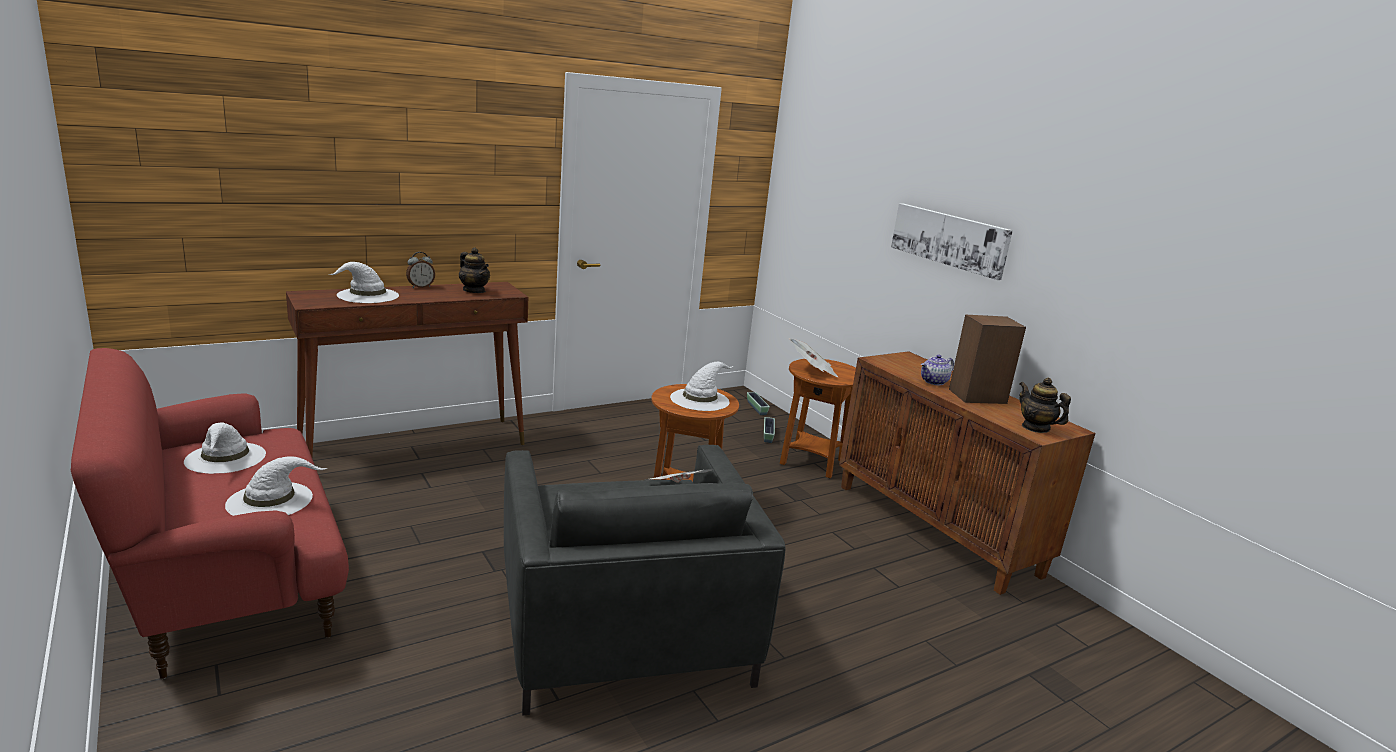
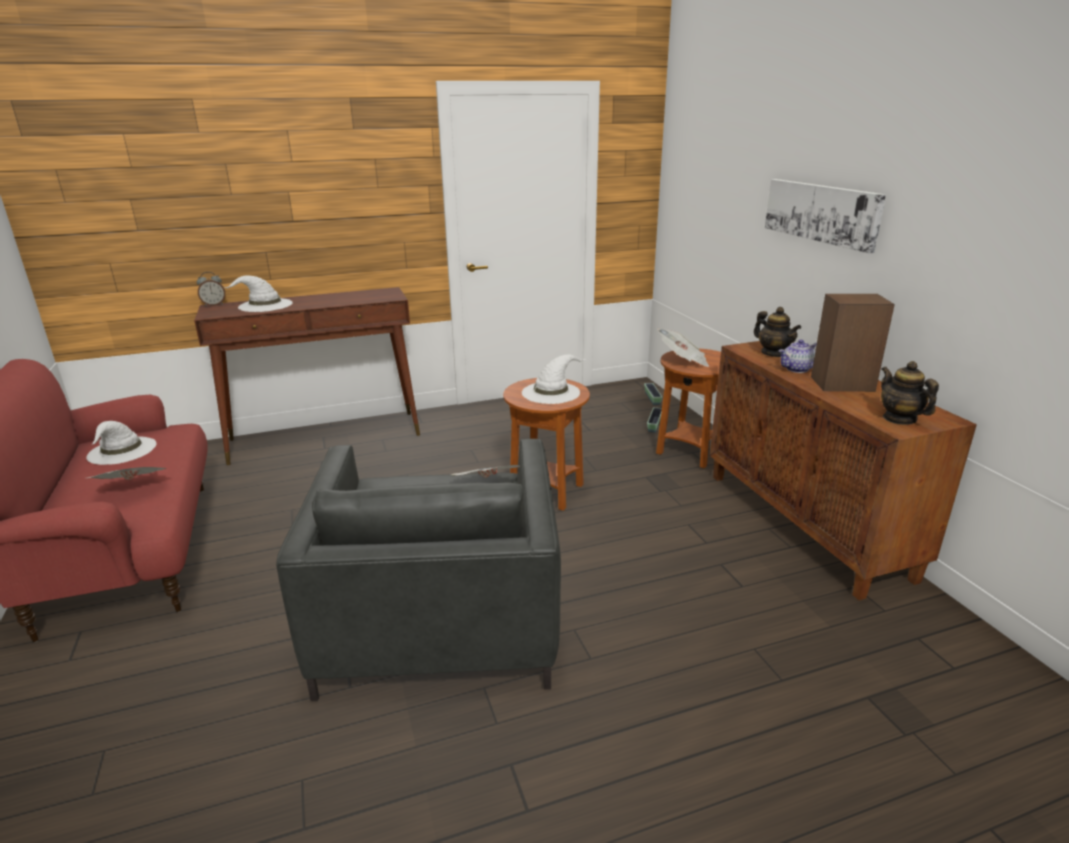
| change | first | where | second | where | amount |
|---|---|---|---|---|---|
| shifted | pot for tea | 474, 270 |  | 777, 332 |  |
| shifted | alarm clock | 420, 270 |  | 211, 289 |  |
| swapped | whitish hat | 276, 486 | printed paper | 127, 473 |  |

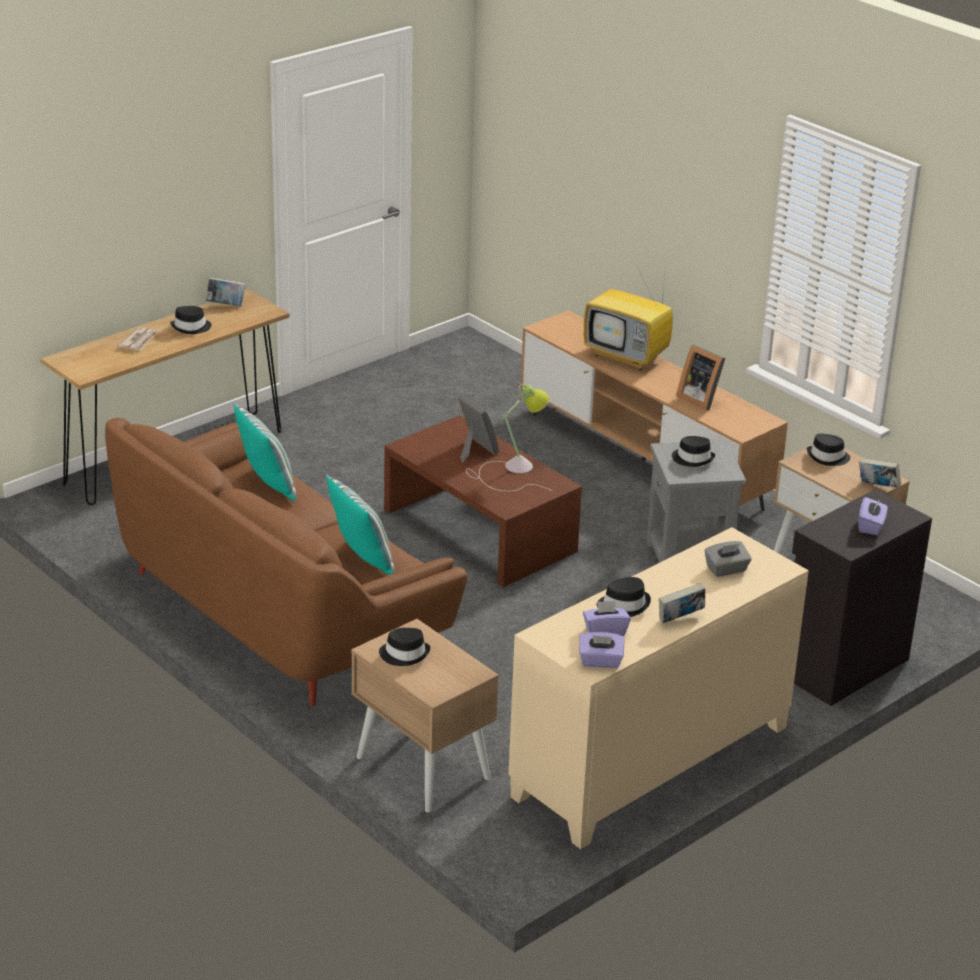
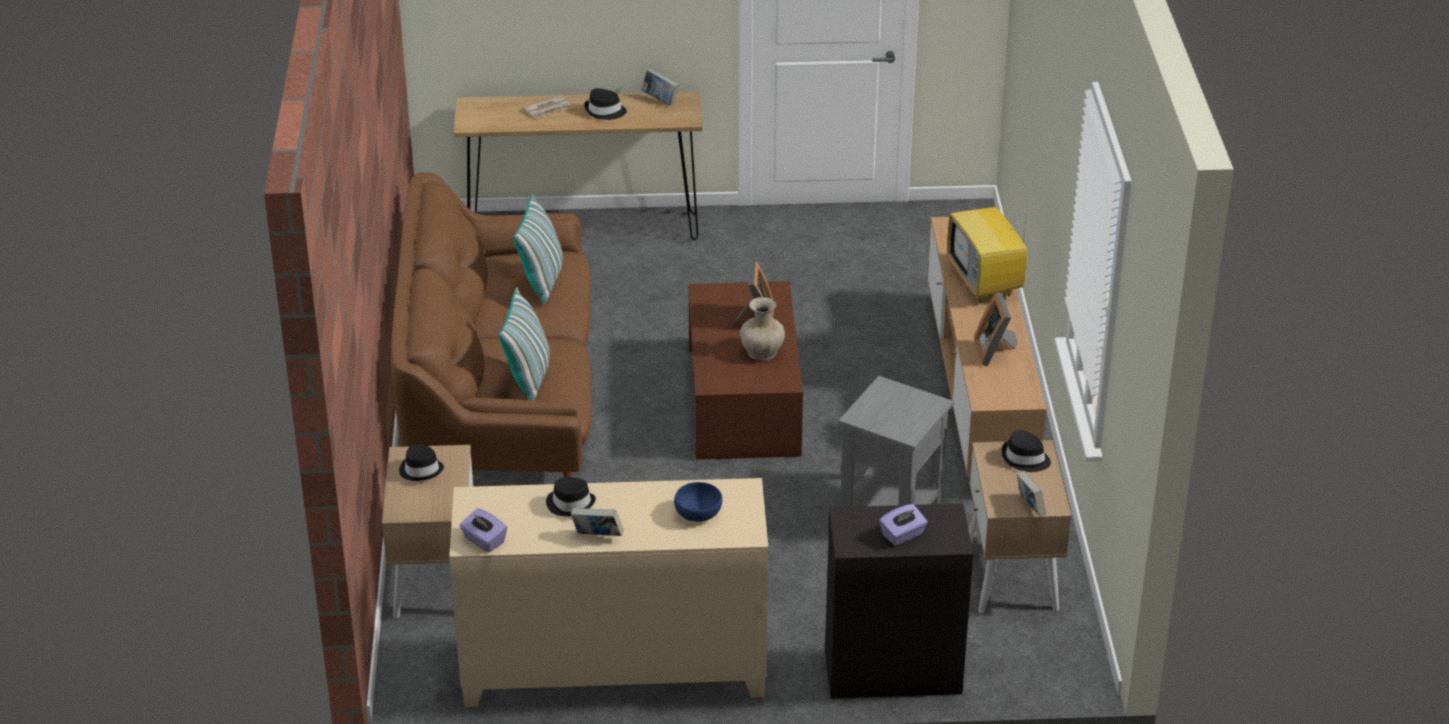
| change | first | where | second | where | amount |
|---|---|---|---|---|---|
| swapped | tabletop lamp | 509, 437 | beige-coloured decorative vase | 762, 329 |  |
| gone | black hat | 693, 451 |  |  |  |
| swapped | grey tissue box | 728, 559 | blue bowl | 698, 502 |  |
| gone | purple tissue box | 607, 618 |  |  |  |

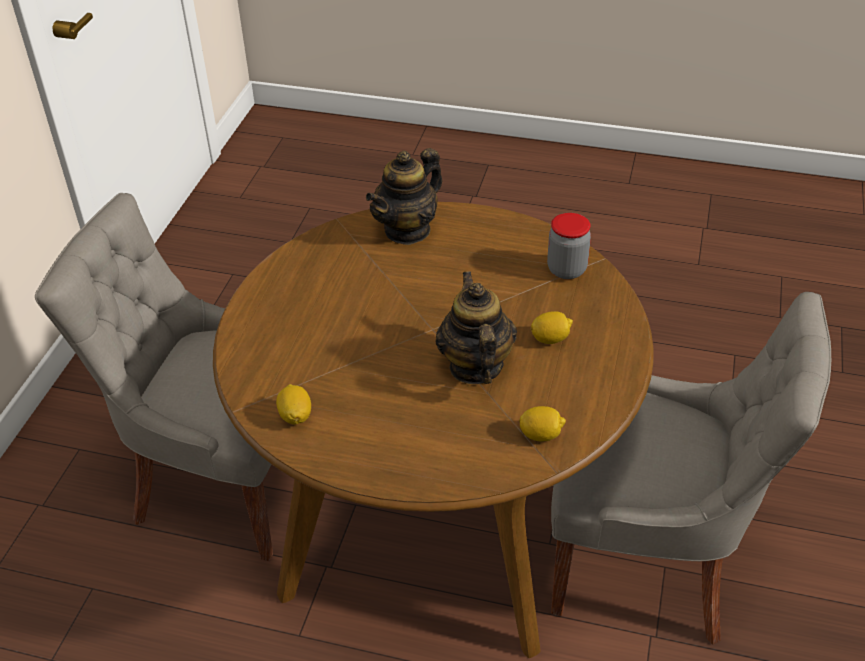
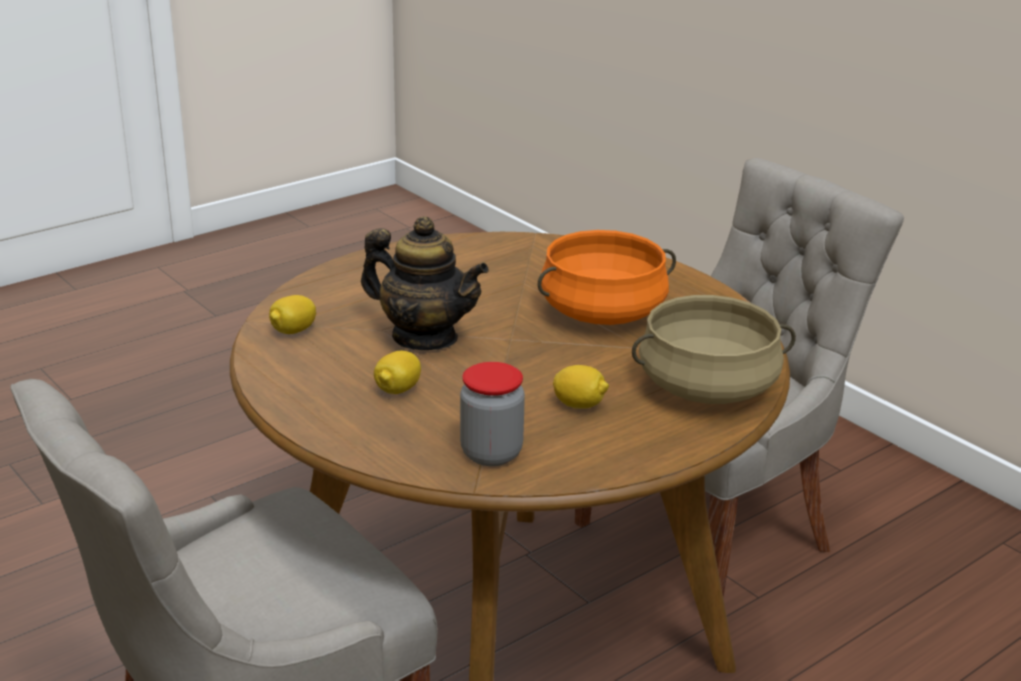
| change | first | where | second | where | amount |
|---|---|---|---|---|---|
| swapped | pot for tea | 404, 196 | beige-coloured stockpot | 714, 349 |  |
| shifted | whole lemon | 293, 404 |  | 581, 387 |  |
| new |  |  | orangey stockpot | 606, 277 |  |

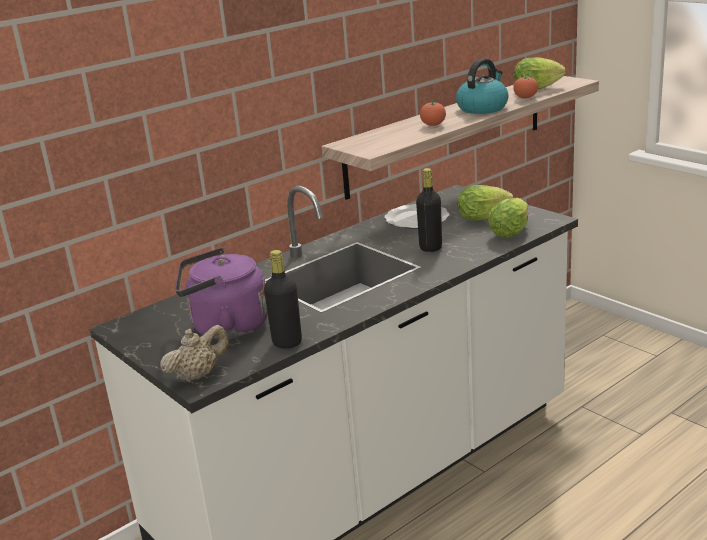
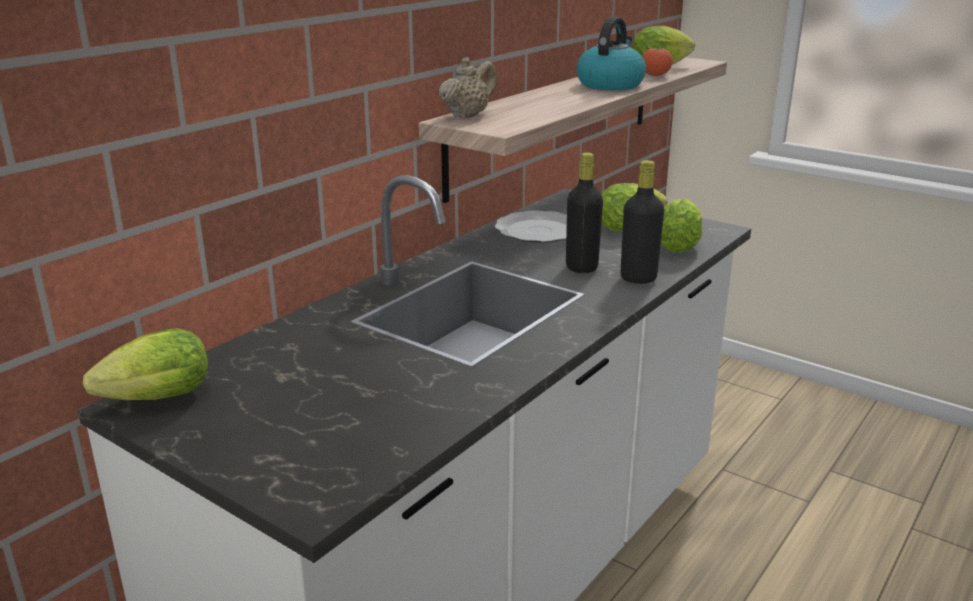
| change | first | where | second | where | amount |
|---|---|---|---|---|---|
| gone | fresh tomato | 433, 113 |  |  |  |
| gone | purple kettle | 221, 293 |  |  |  |
| shifted | black drink bottle | 283, 299 |  | 642, 222 |  |
| shifted | beige-coloured pot for tea | 194, 353 |  | 468, 87 |  |
| new |  |  | lettuce | 145, 364 |  |

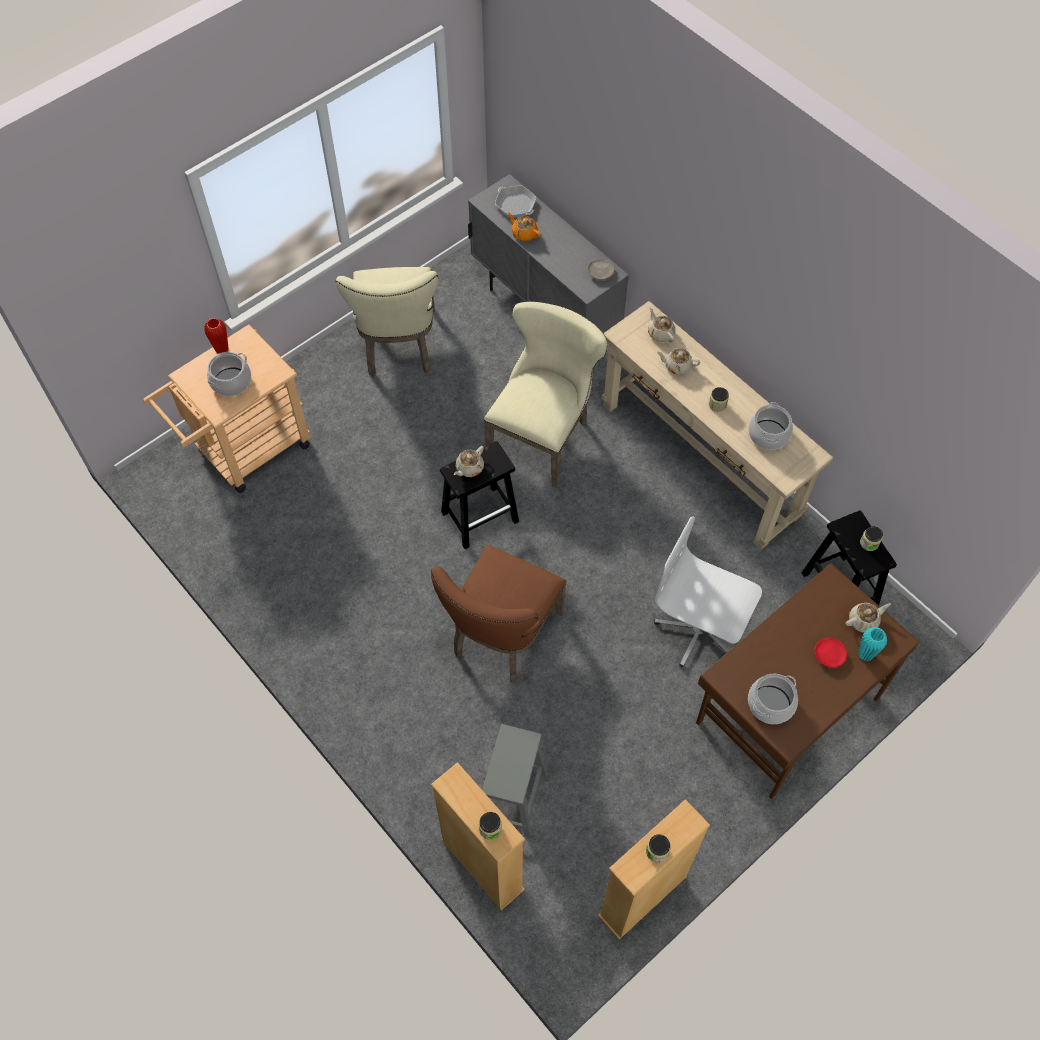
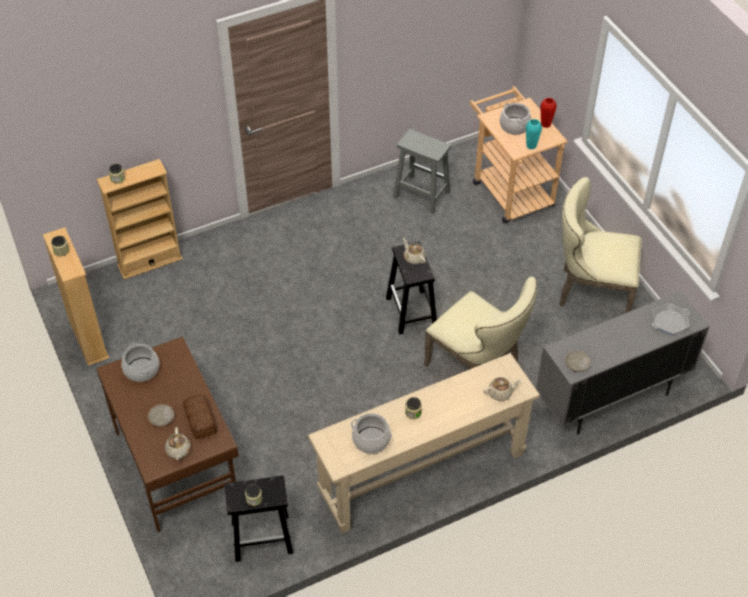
| change | first | where | second | where | amount |
|---|---|---|---|---|---|
| gone | orangey pot for tea | 524, 226 |  |  |  |
| gone | beige-coloured pot for tea | 679, 361 |  |  |  |
| gone | whitish computer chair | 708, 591 |  |  |  |
| gone | brownish chair | 498, 614 |  |  |  |
| shifted | blue-green decorative vase | 872, 644 |  | 534, 134 |  |
| repainted | reddish flat dish | 830, 653 | beige-coloured flat dish | 161, 415 |  |
| shifted | grey stool seat | 515, 781 |  | 422, 171 |  |
| new |  |  | bakery bread | 200, 416 |  |

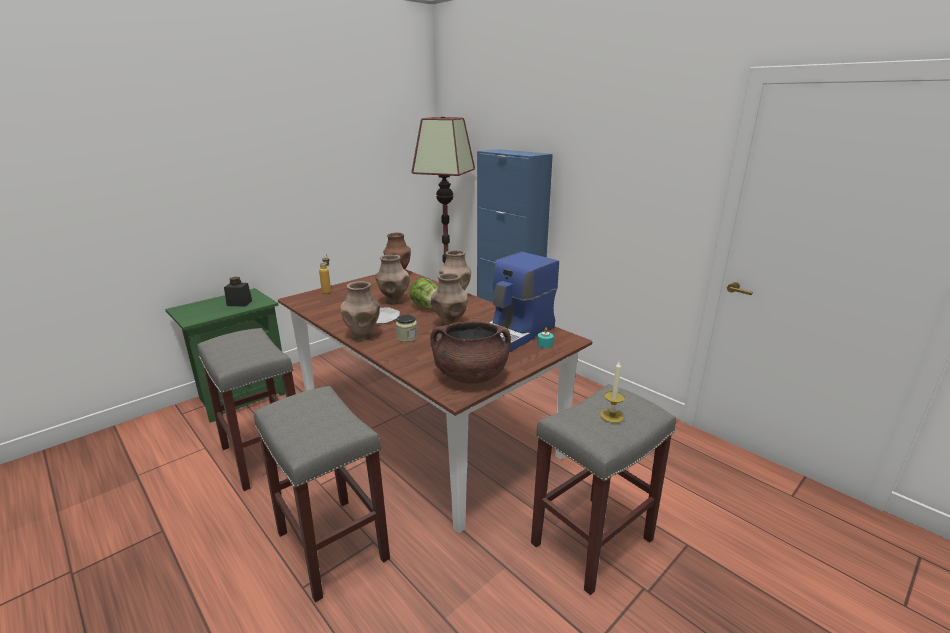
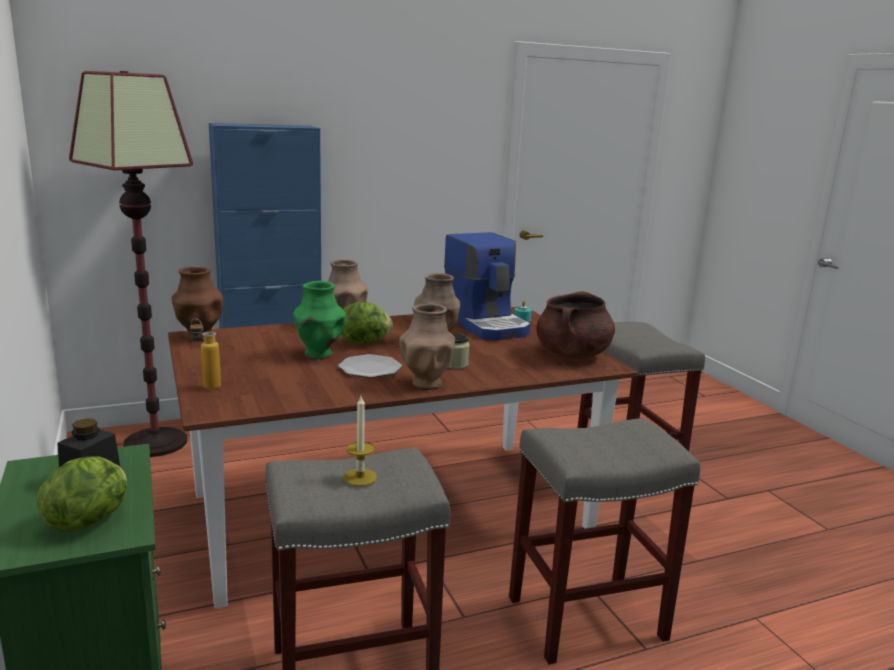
| change | first | where | second | where | amount |
|---|---|---|---|---|---|
| repainted | brownish decorative vase | 392, 280 | greenish decorative vase | 319, 320 |  |
| shifted | wax light | 612, 392 |  | 360, 441 |  |
| new |  |  | lettuce | 82, 494 |  |

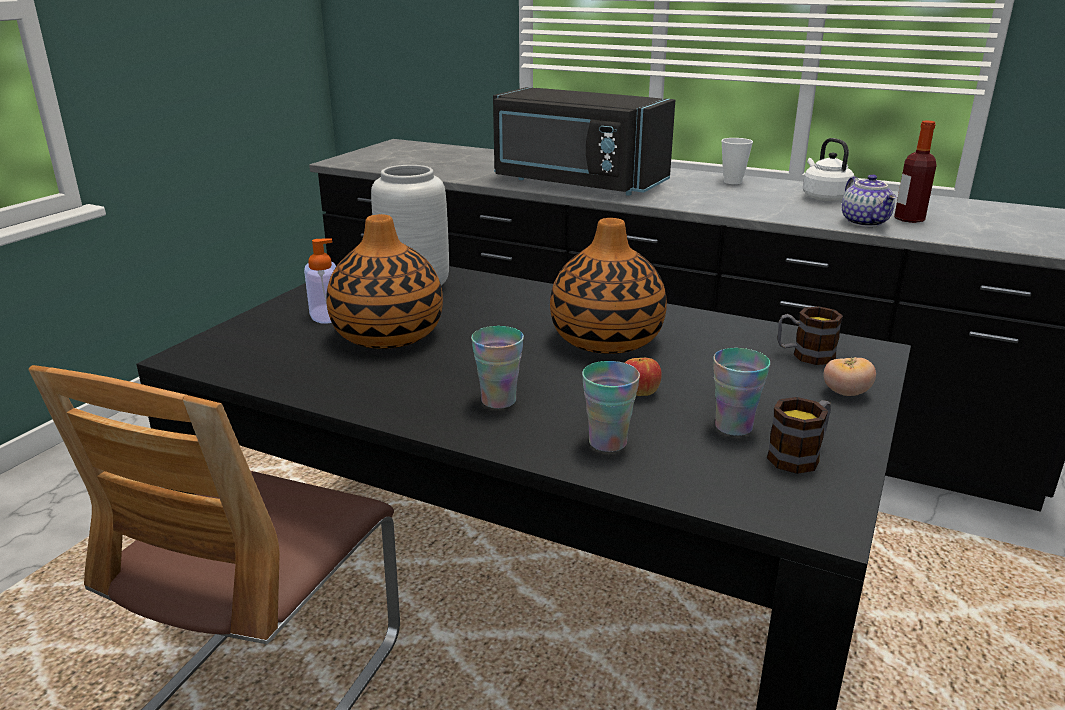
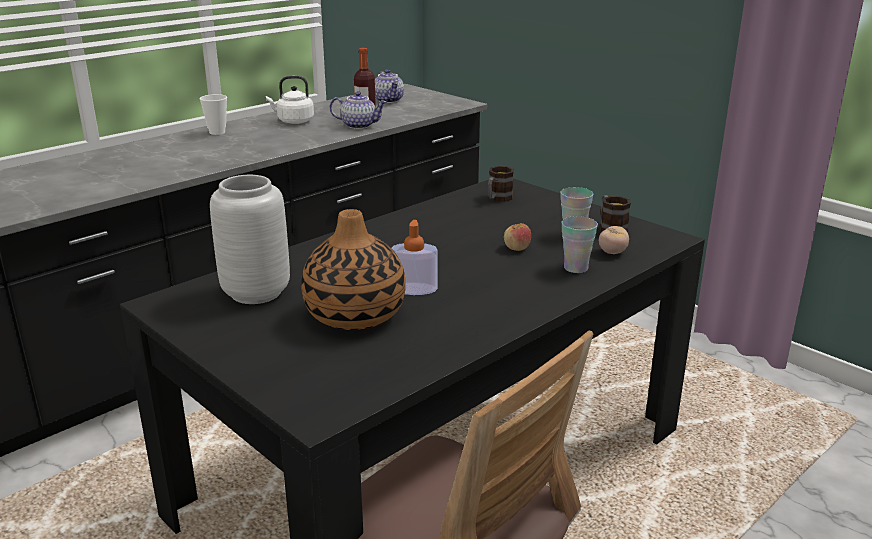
| change | first | where | second | where | amount |
|---|---|---|---|---|---|
| gone | black microwave oven | 584, 141 |  |  |  |
| gone | decorative vase | 608, 286 |  |  |  |
| shifted | soap bottle | 320, 281 |  | 415, 257 |  |
| gone | small cup | 497, 367 |  |  |  |
| shifted | fresh tomato | 850, 376 |  | 614, 240 |  |
| new |  |  | pot for tea | 389, 86 |  |

